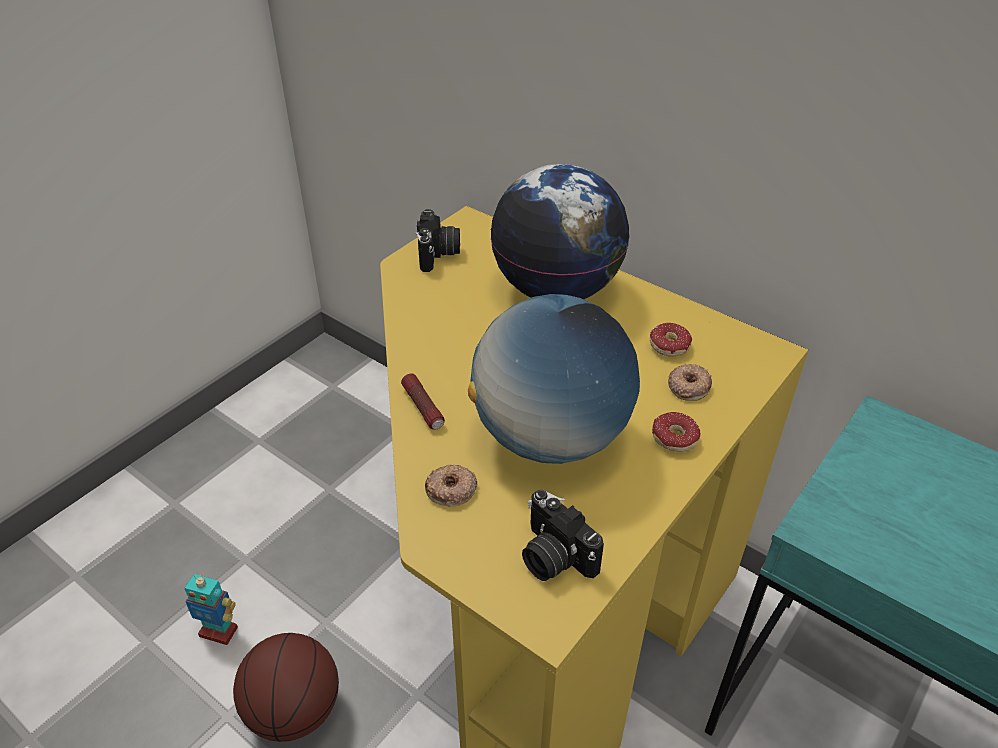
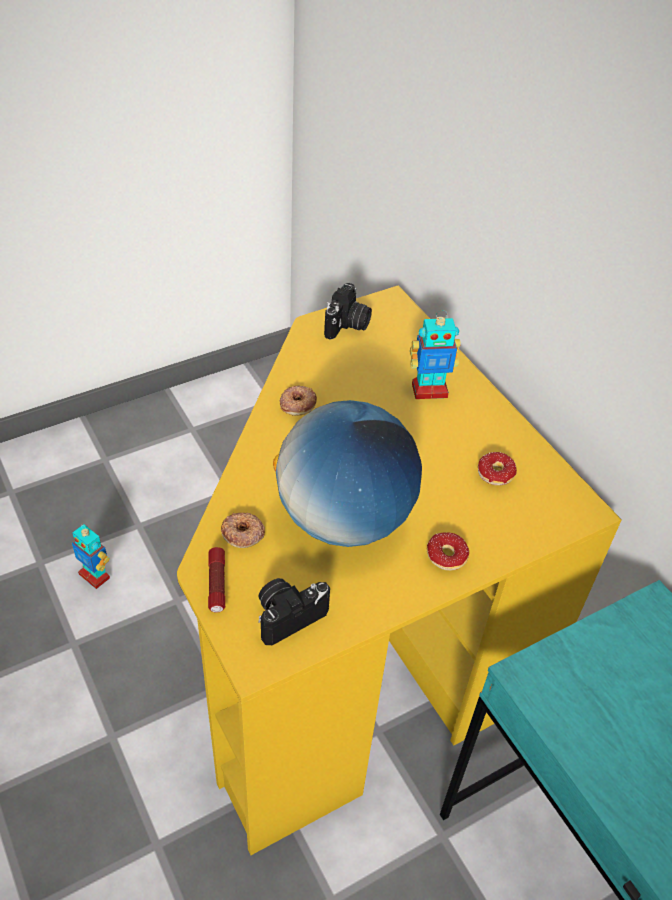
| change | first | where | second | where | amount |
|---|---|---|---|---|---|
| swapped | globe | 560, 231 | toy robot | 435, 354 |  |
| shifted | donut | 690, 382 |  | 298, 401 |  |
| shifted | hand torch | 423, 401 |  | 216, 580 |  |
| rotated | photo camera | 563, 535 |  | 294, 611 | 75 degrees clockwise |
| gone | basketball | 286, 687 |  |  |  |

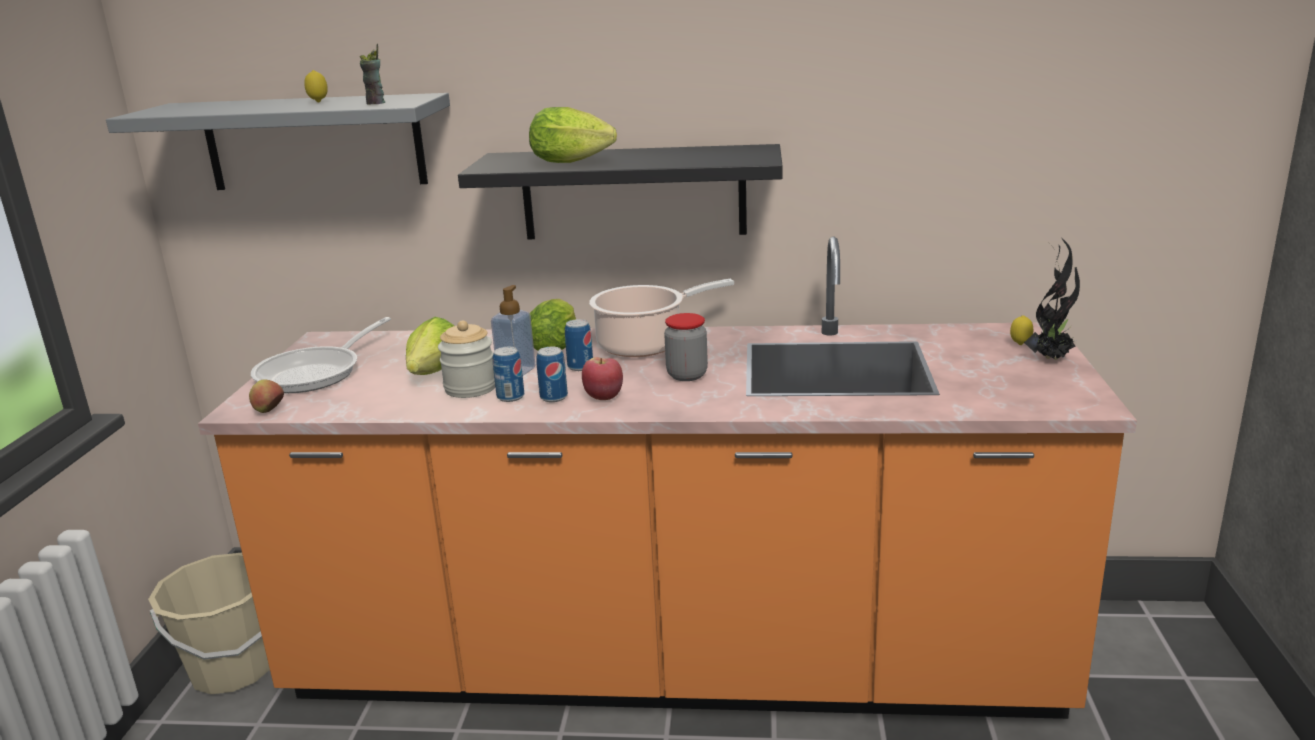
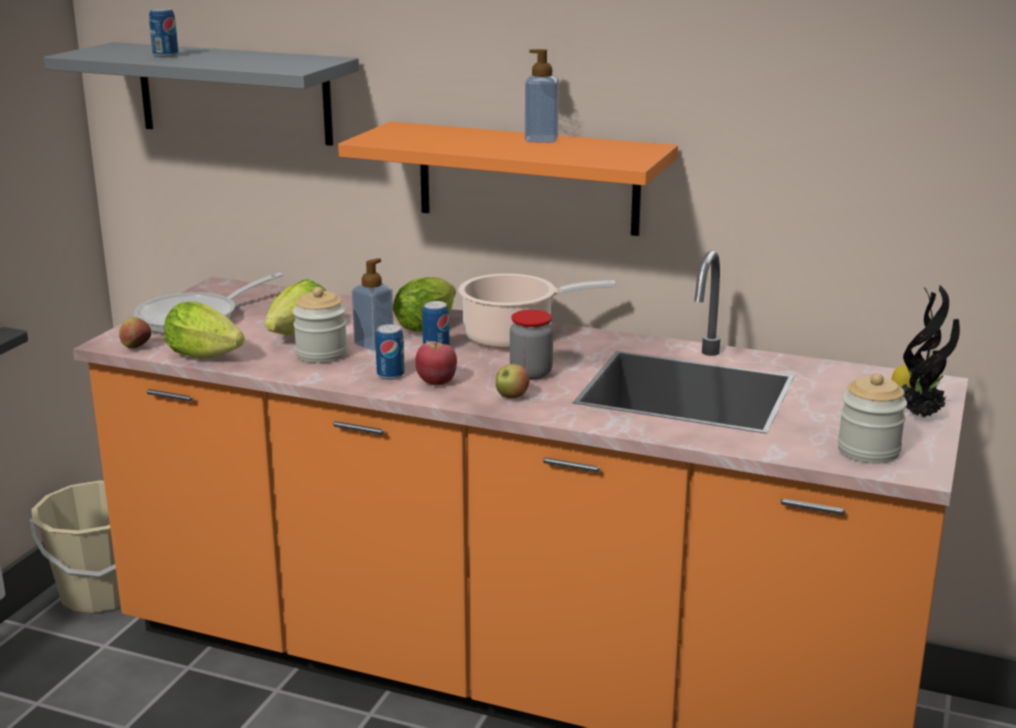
| change | first | where | second | where | amount |
|---|---|---|---|---|---|
| gone | small cup | 372, 74 |  |  |  |
| gone | whole lemon | 316, 86 |  |  |  |
| shifted | lettuce | 573, 135 |  | 204, 330 |  |
| repainted | black shelf | 620, 191 | orangey shelf | 508, 178 |  |
| shifted | metal can | 508, 374 |  | 163, 32 |  |
| new |  |  | soap bottle | 542, 96 |  |
| new |  |  | apple | 513, 381 |  |
| new |  |  | jar | 872, 418 |  |

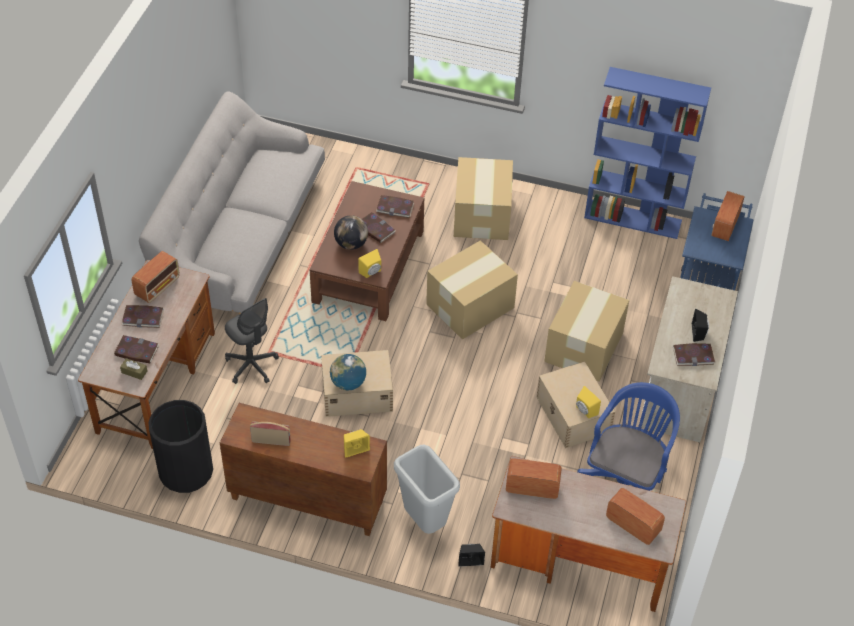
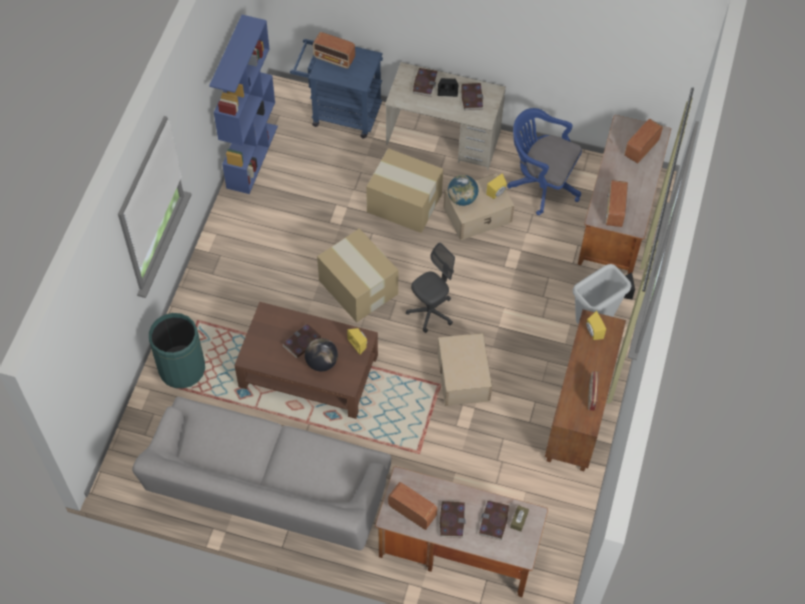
| change | first | where | second | where | amount |
|---|---|---|---|---|---|
| gone | cardboard box | 483, 198 |  |  |  |
| shifted | volume | 395, 206 |  | 425, 82 |  |
| shifted | grey computer chair | 252, 341 |  | 430, 288 |  |
| shifted | globe | 348, 372 |  | 463, 190 |  |
| gone | black waste bin | 180, 446 |  |  |  |
| new |  |  | greenish waste bin | 177, 351 |  |

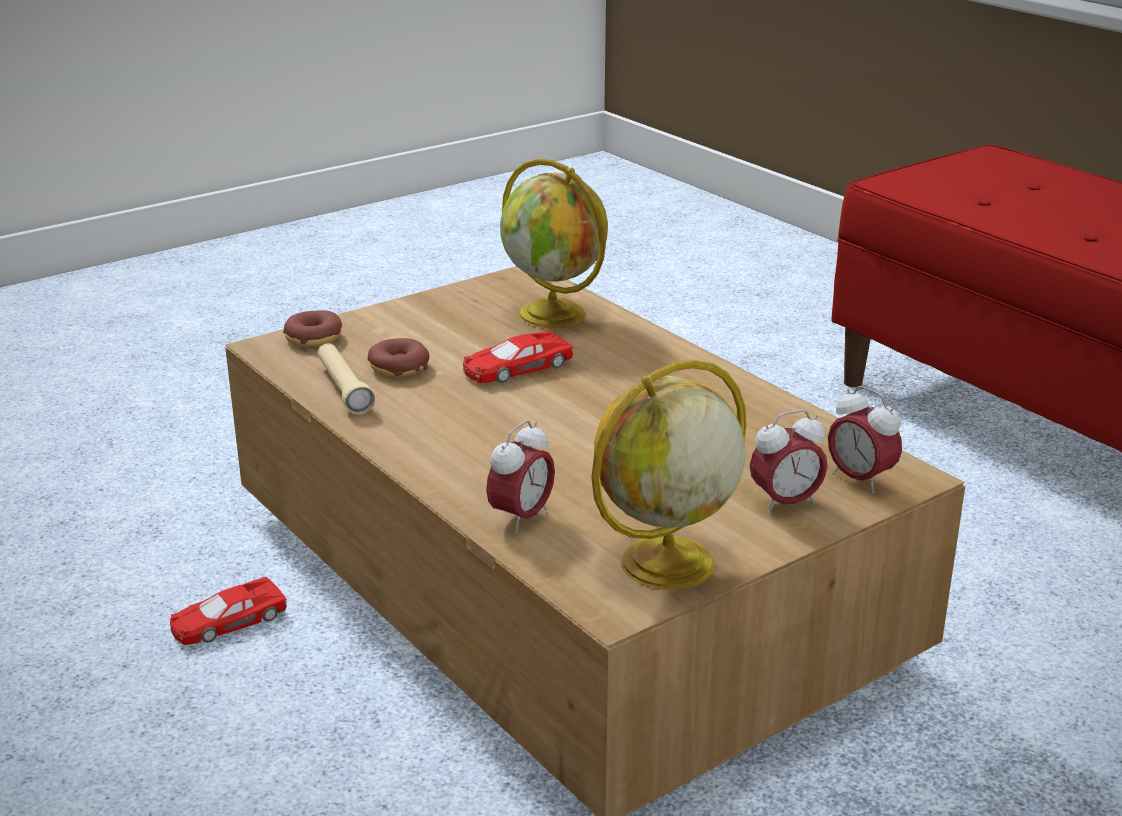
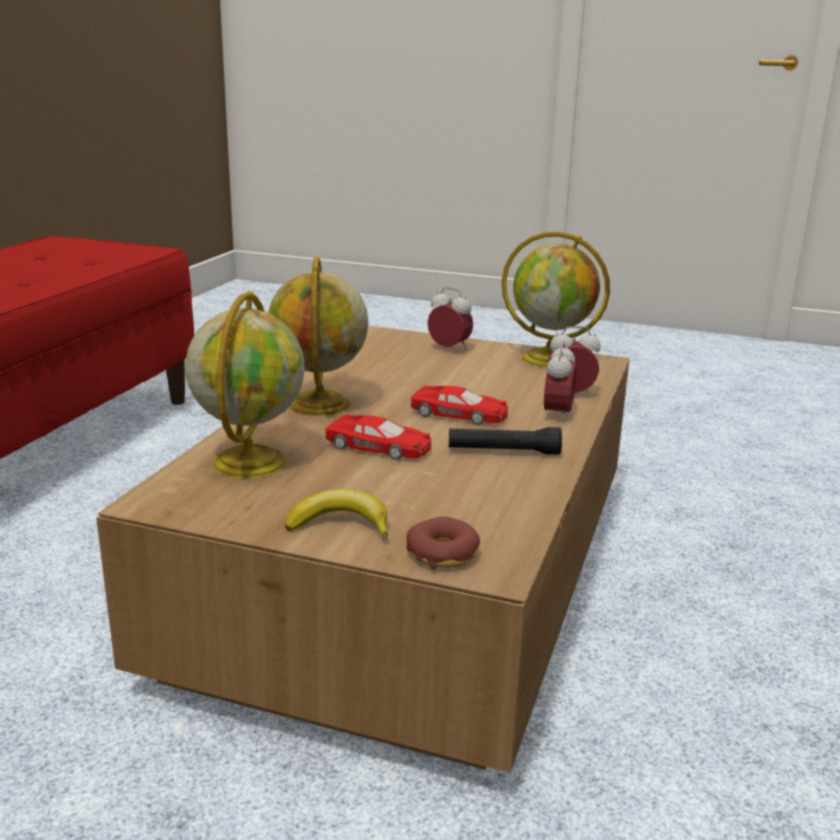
| change | first | where | second | where | amount |
|---|---|---|---|---|---|
| gone | donut | 398, 357 |  |  |  |
| gone | beige-coloured hand torch | 346, 379 |  |  |  |
| shifted | alarm clock | 865, 440 |  | 560, 382 |  |
| shifted | reddish miniature car | 228, 611 |  | 459, 405 |  |
| new |  |  | globe | 318, 336 |  |
| new |  |  | black hand torch | 505, 441 |  |
| new |  |  | banana fruit | 336, 514 |  |

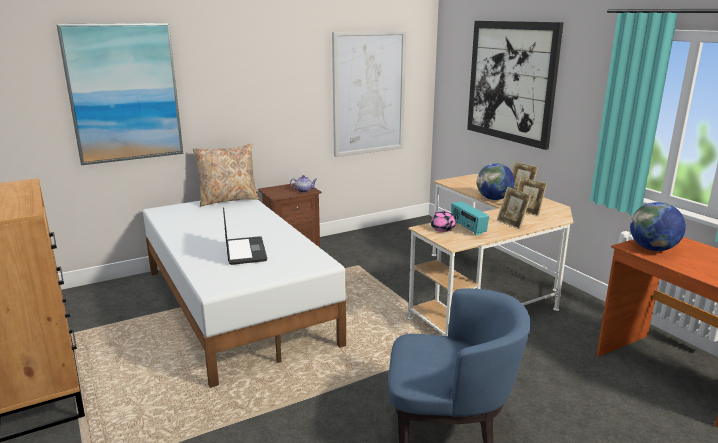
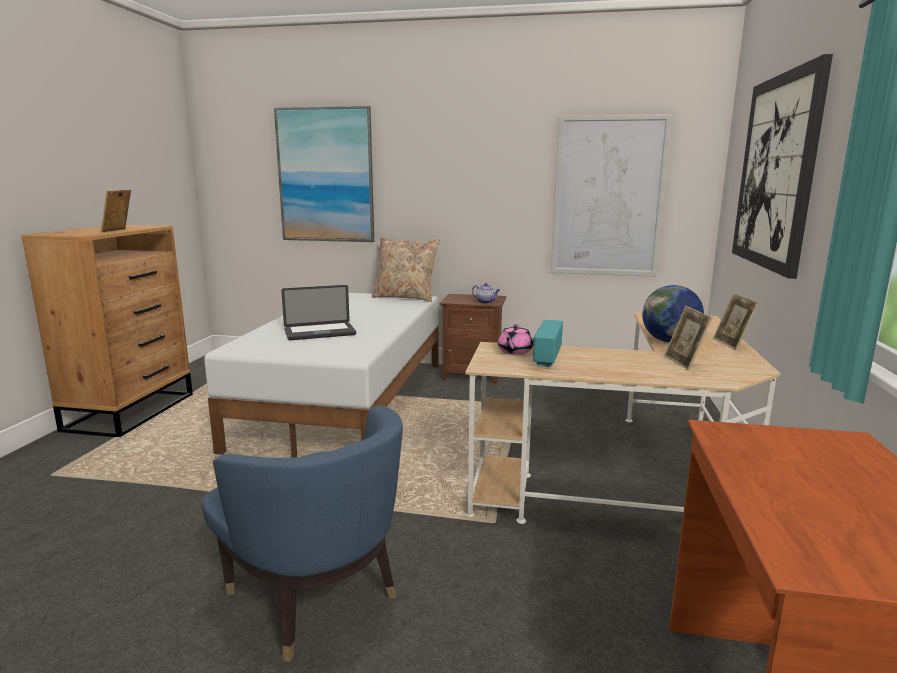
| change | first | where | second | where | amount |
|---|---|---|---|---|---|
| shifted | picture frame | 514, 208 |  | 116, 211 |  |
| gone | globe | 658, 226 |  |  |  |
| rotated | notebook computer | 245, 236 |  | 318, 312 | 45 degrees clockwise |

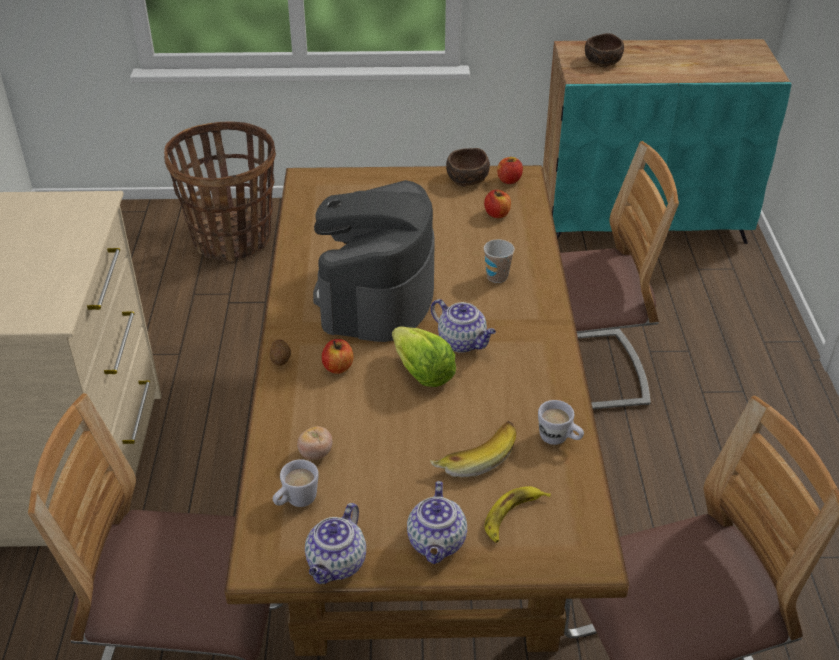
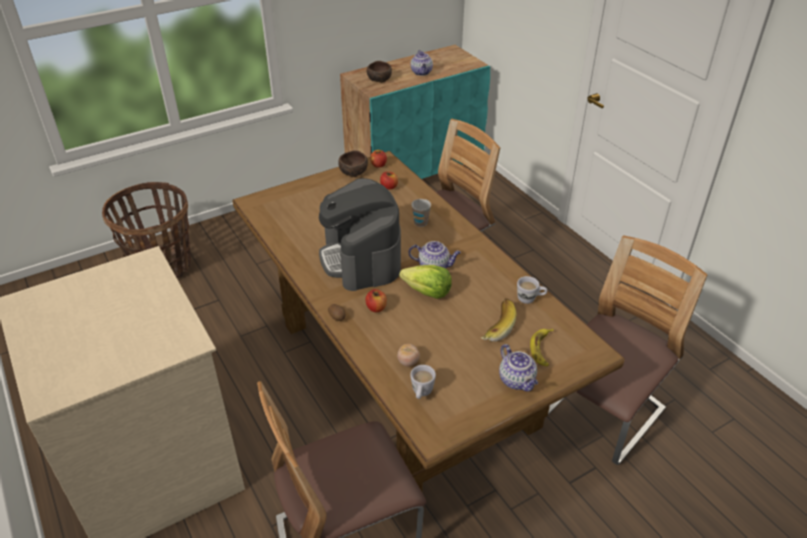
| change | first | where | second | where | amount |
|---|---|---|---|---|---|
| shifted | pot for tea | 335, 543 |  | 422, 63 |  |

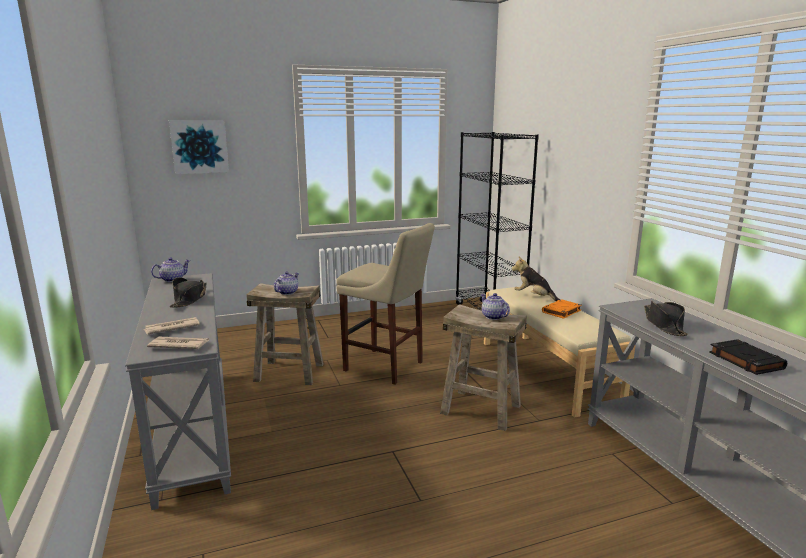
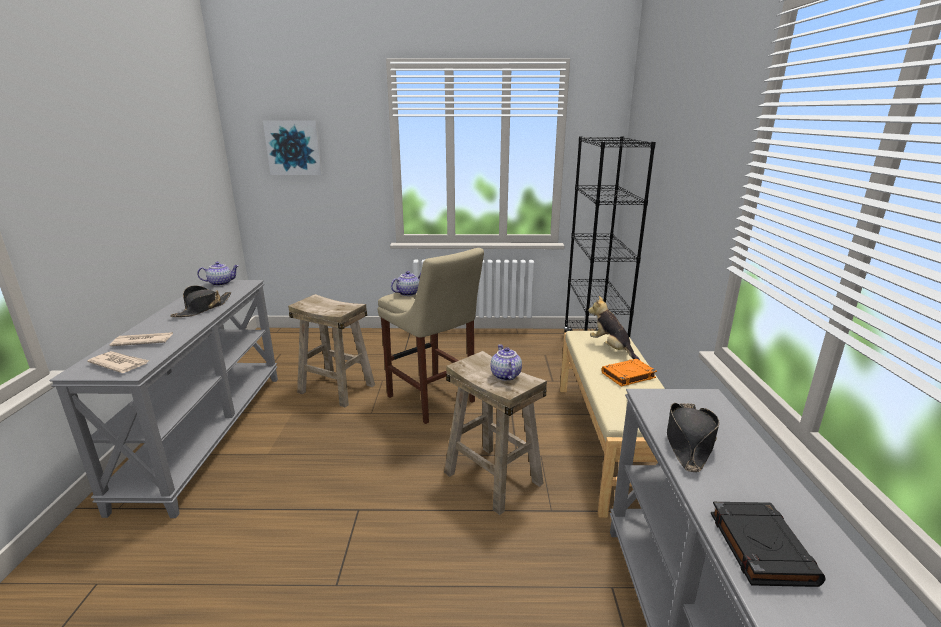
| change | first | where | second | where | amount |
|---|---|---|---|---|---|
| shifted | pot for tea | 286, 283 |  | 406, 283 |  |

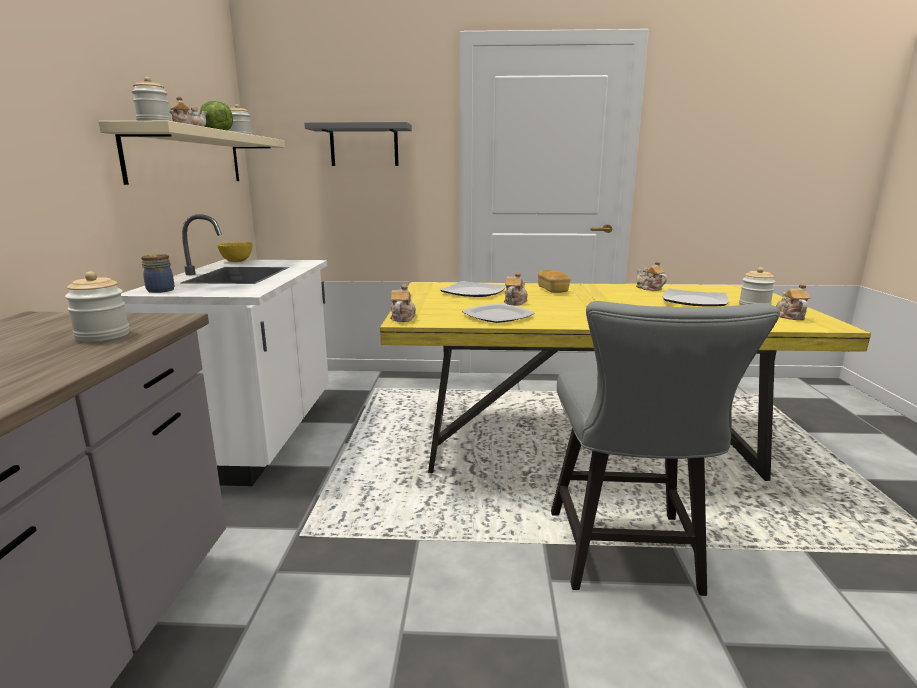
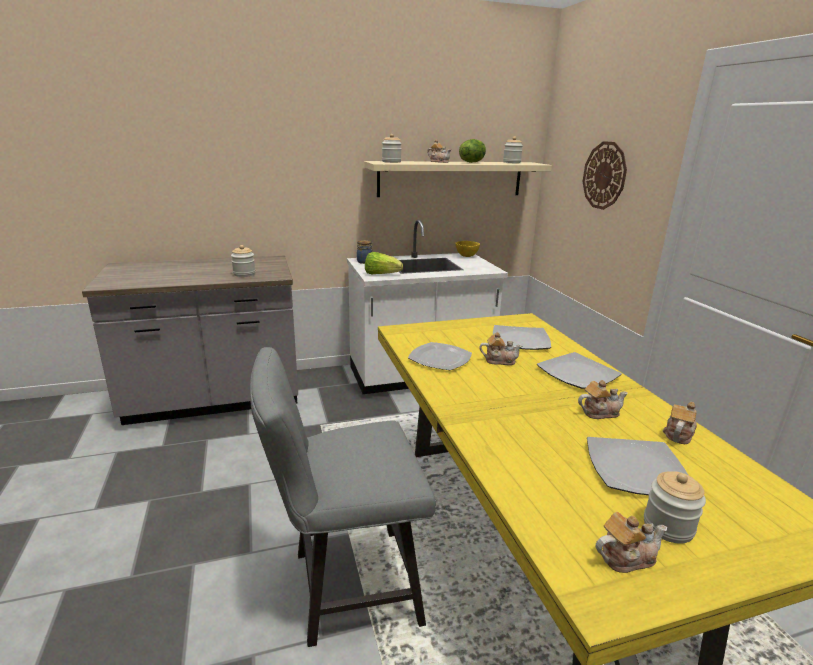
| change | first | where | second | where | amount |
|---|---|---|---|---|---|
| swapped | grey shelf | 358, 144 | clock on the wall | 605, 175 |  |
| swapped | bakery bread | 554, 281 | flat dish | 579, 370 |  |
| shifted | pot for tea | 403, 303 |  | 603, 399 |  |
| new |  |  | lettuce | 384, 263 |  |

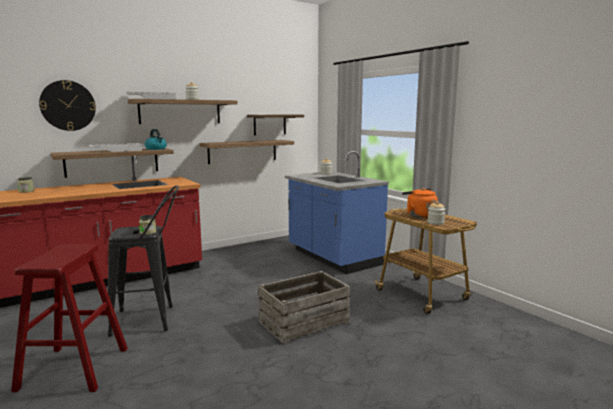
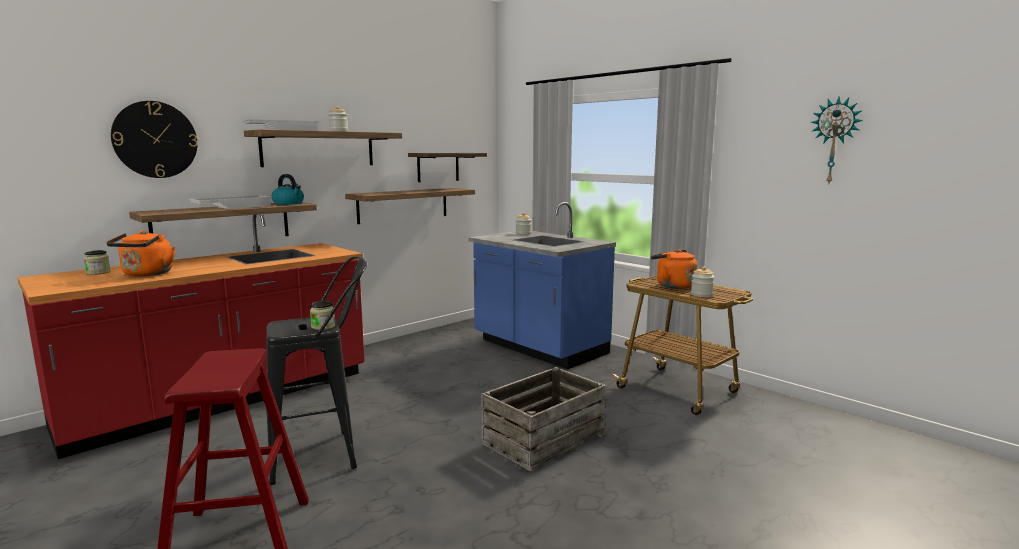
| change | first | where | second | where | amount |
|---|---|---|---|---|---|
| new |  |  | clock on the wall | 837, 141 |  |
| new |  |  | orangey kettle | 140, 254 |  |

